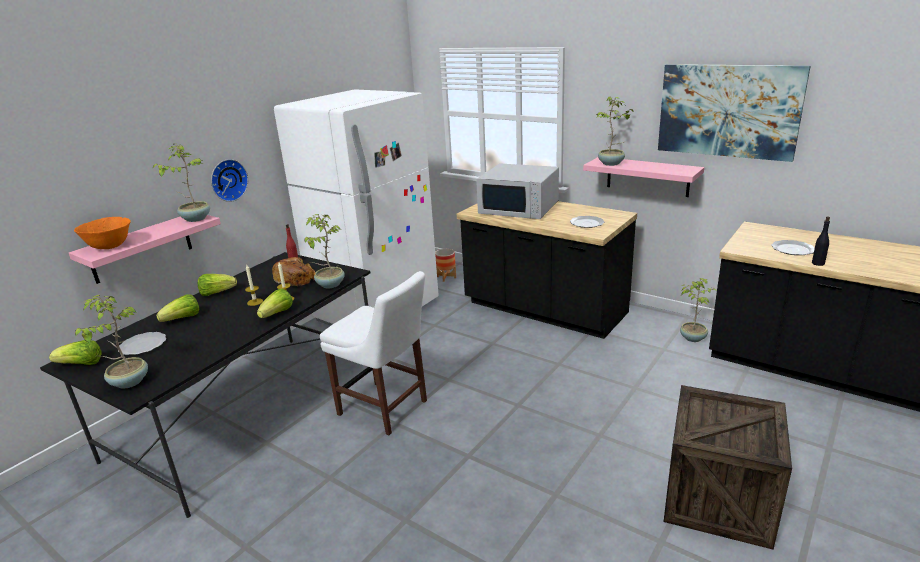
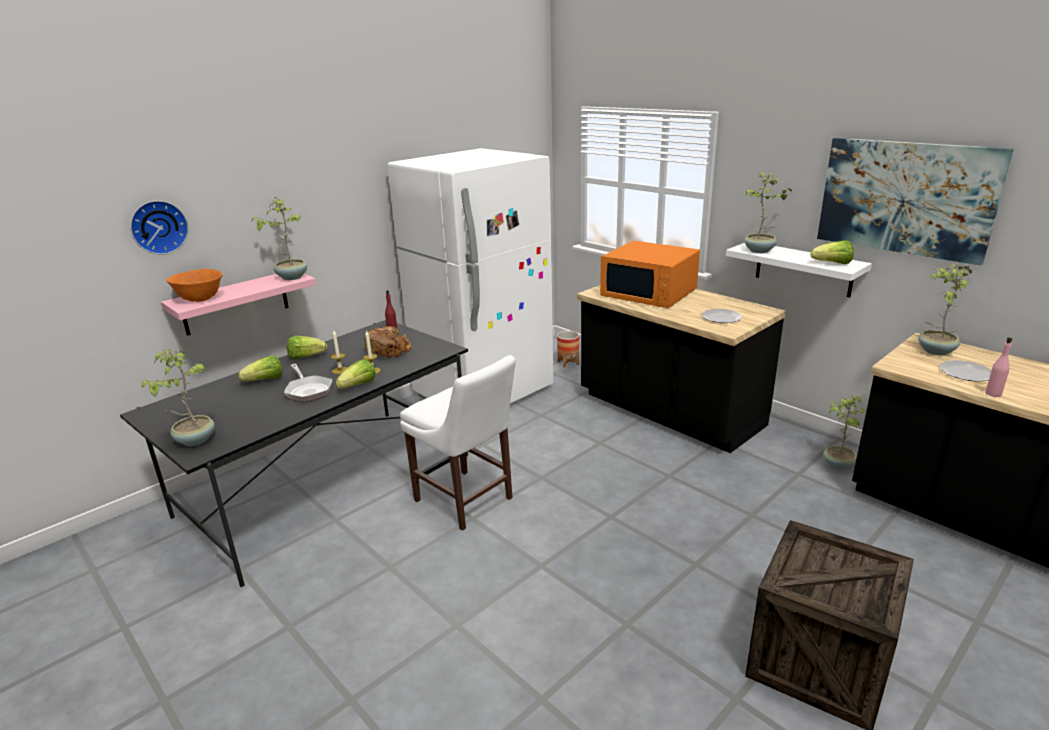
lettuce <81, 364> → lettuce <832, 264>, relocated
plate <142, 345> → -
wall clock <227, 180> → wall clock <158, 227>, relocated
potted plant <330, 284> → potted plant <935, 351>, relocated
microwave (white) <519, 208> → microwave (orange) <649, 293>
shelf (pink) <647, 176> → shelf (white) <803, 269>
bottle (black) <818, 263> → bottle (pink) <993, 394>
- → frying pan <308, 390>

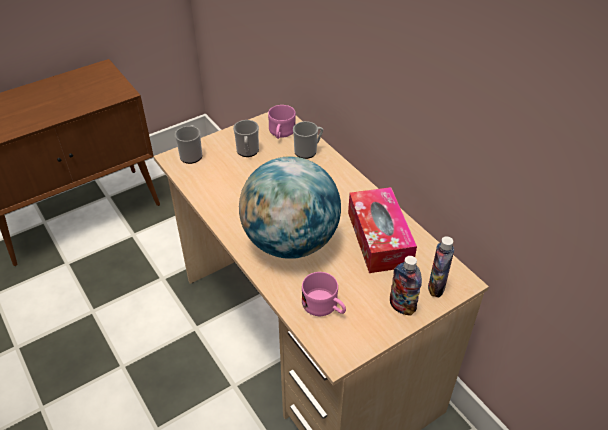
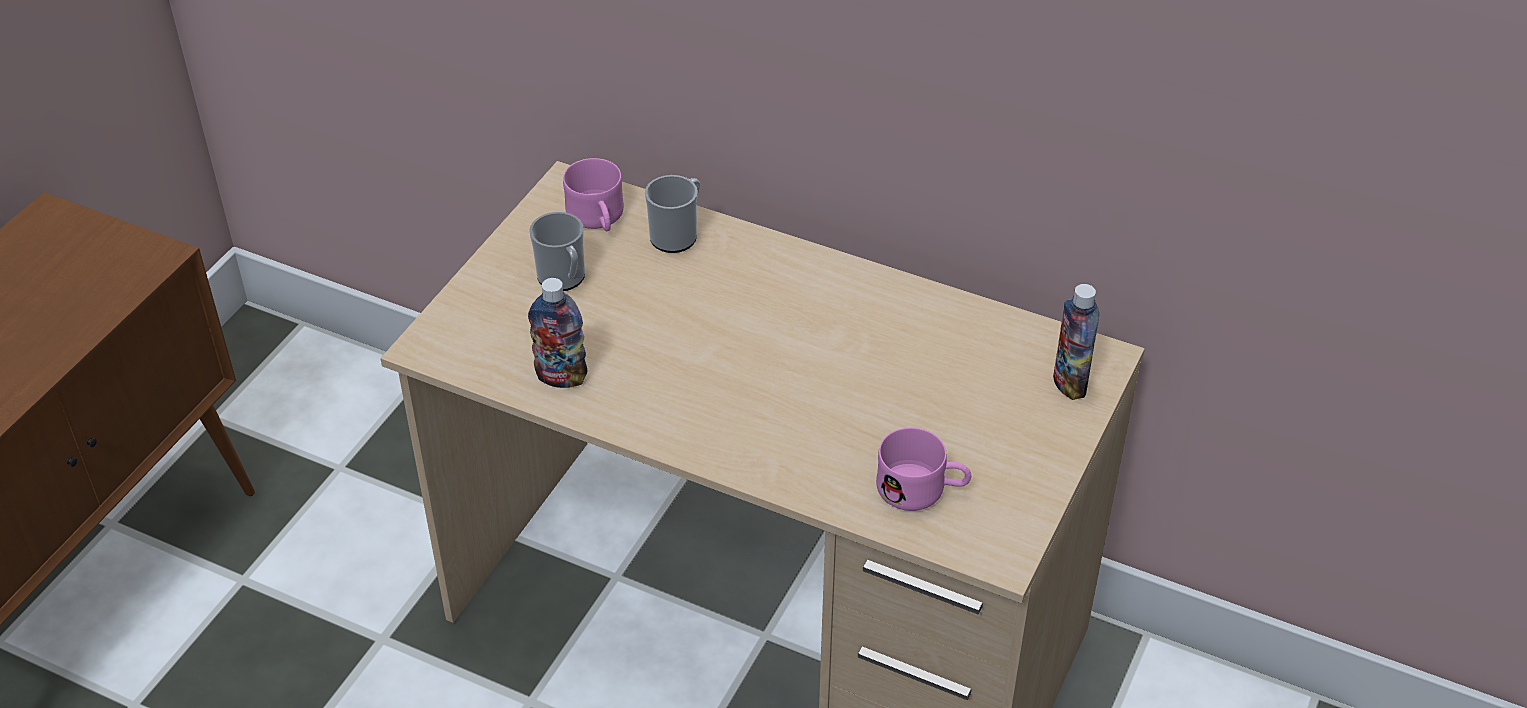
mug <192, 154> → -
globe <290, 242> → -
tissue box <379, 238> → -
bottle <402, 306> → bottle <561, 377>, relocated

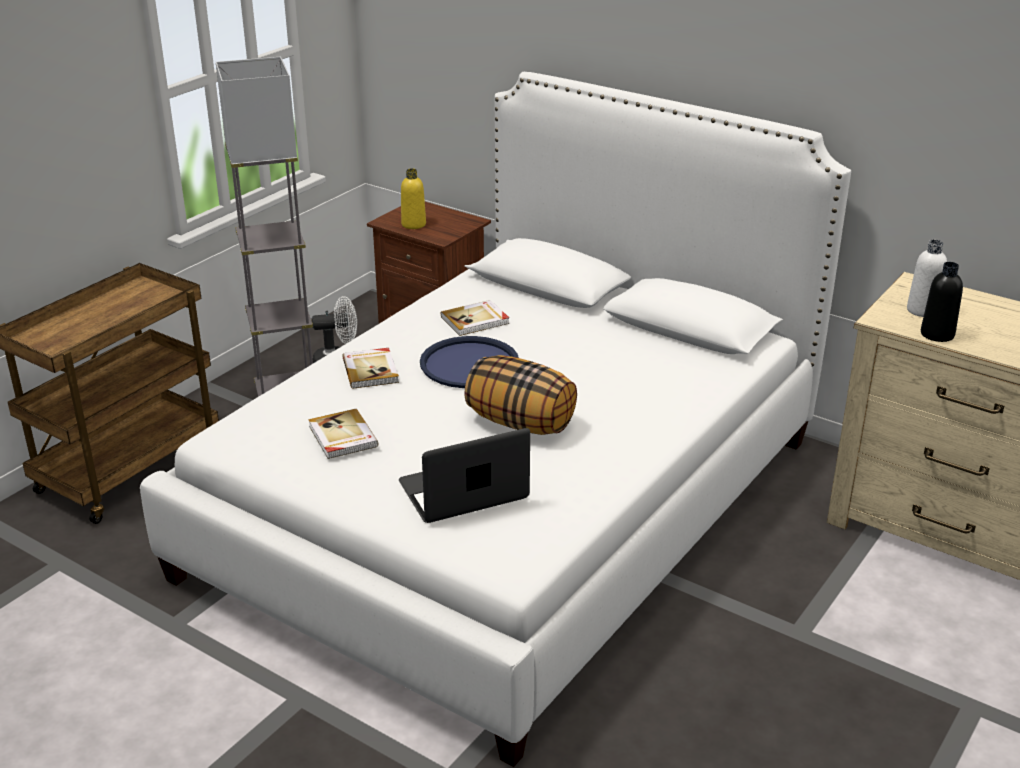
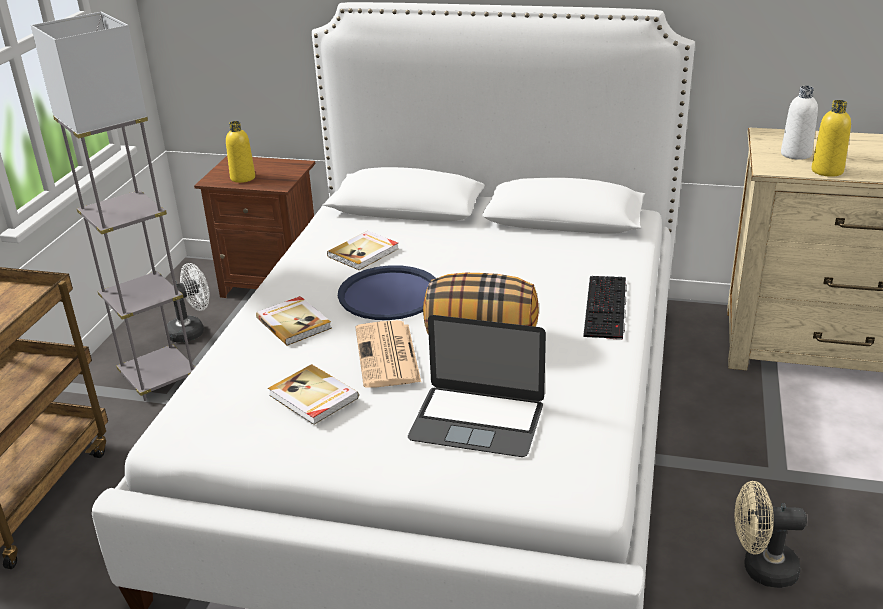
laptop <463, 491> → laptop <477, 421>, 120 degrees counterclockwise
bottle (black) <937, 334> → bottle (yellow) <827, 171>
- → newspaper <388, 356>
- → keyboard <607, 308>
- → fan (beige) <761, 568>

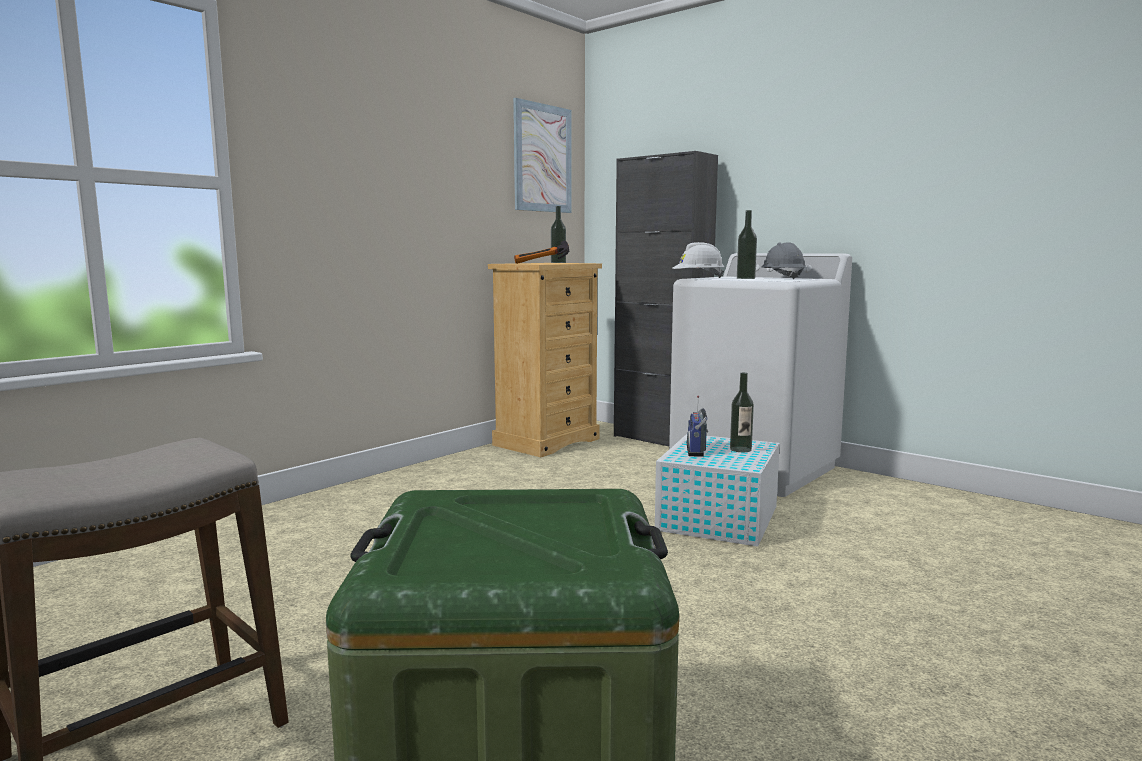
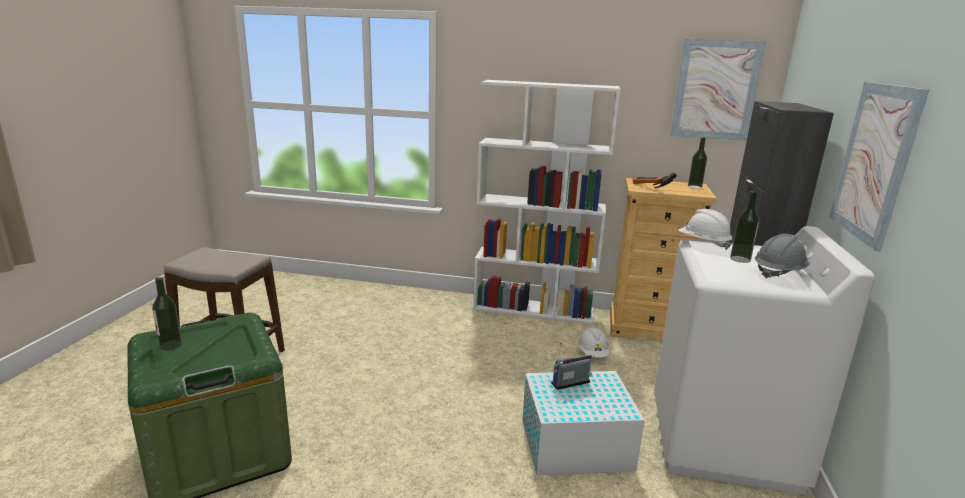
bottle <740, 449> → bottle <170, 345>, relocated
- → bookcase (white) <534, 309>
- → hard hat (white) <592, 353>
- → picture <874, 162>

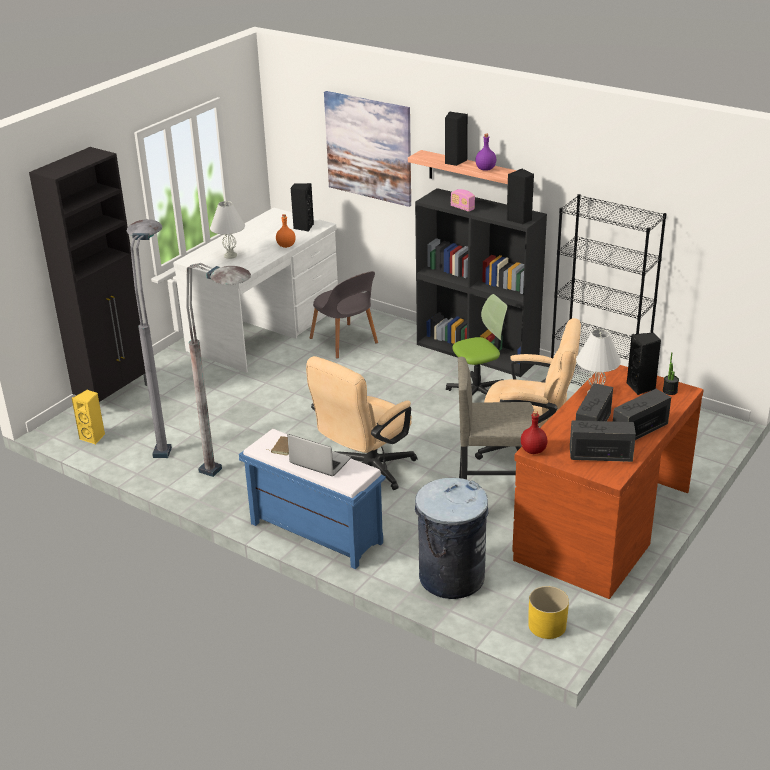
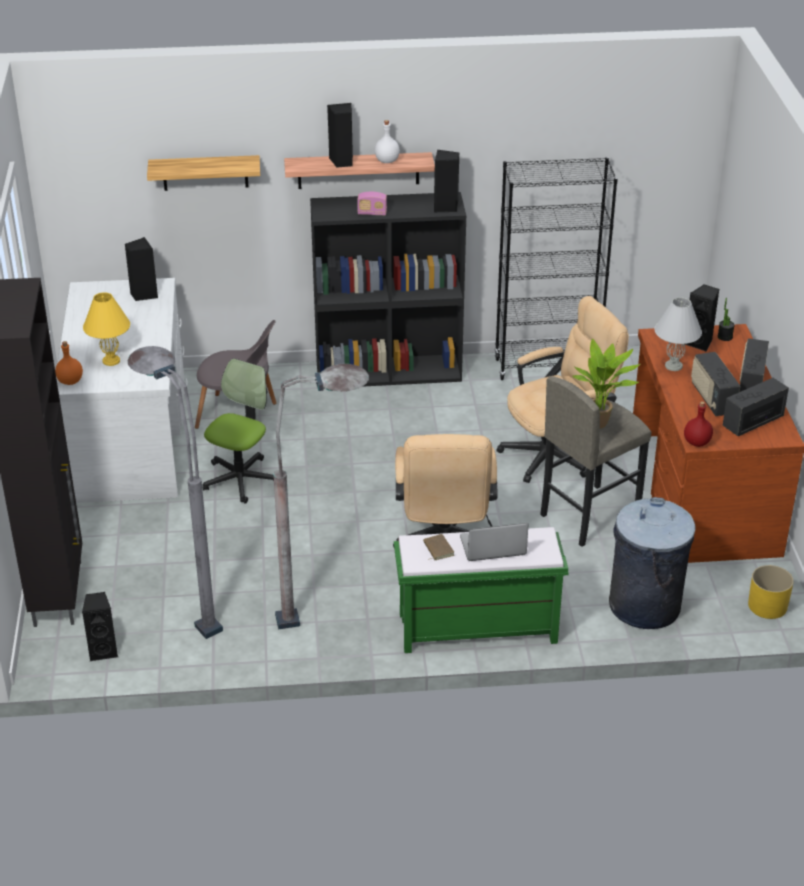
speaker (yellow) <93, 437> → speaker (black) <103, 651>
table lamp (white) <230, 256> → table lamp (yellow) <111, 361>
bench (blue) <314, 533> → bench (green) <476, 629>
bottle (orange) <286, 246> → bottle (orange) <70, 381>, relocated
picture <368, 148> → shelf <205, 173>
office chair <478, 393> → office chair <241, 479>, relocated
bottle (purple) <485, 169> → bottle (white) <386, 161>
- → potted plant <601, 425>

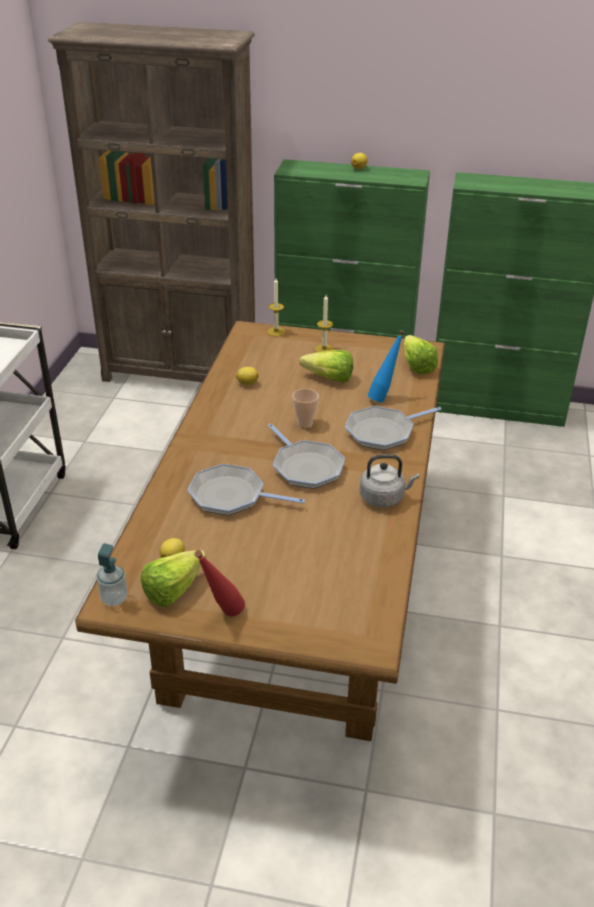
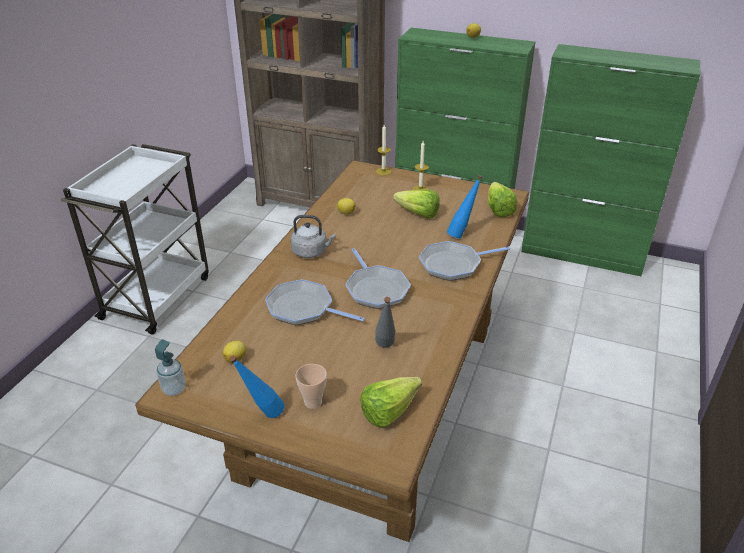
lettuce <179, 588> → lettuce <394, 410>, relocated
bottle (red) <222, 615> → bottle (blue) <262, 415>
cup <305, 423> → cup <313, 402>, relocated
kettle (grey) <384, 498> → kettle (grey) <311, 252>, relocated
- → bottle (grey) <385, 349>

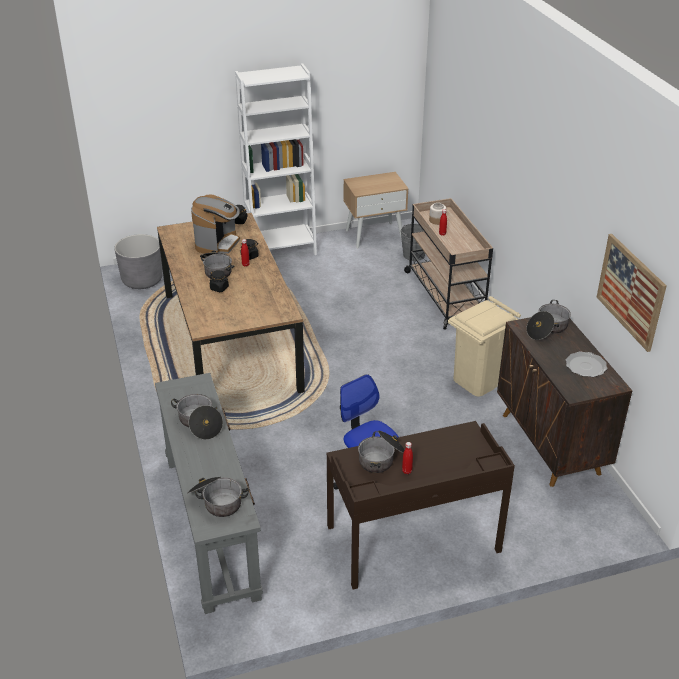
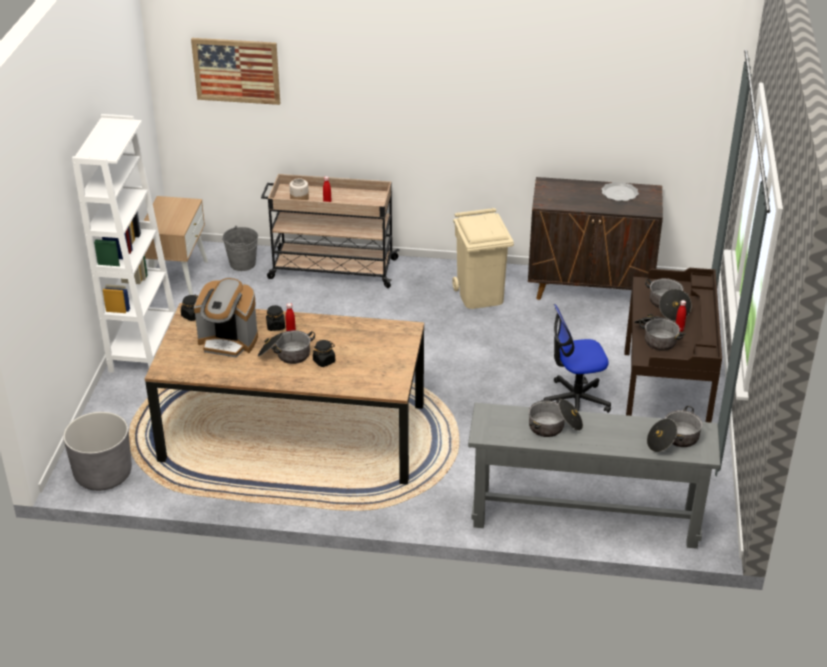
coffee machine <218, 243> → coffee machine <228, 341>, 150 degrees clockwise
cooking pot <547, 329> → cooking pot <667, 306>, relocated
picture <630, 291> → picture <236, 70>, relocated

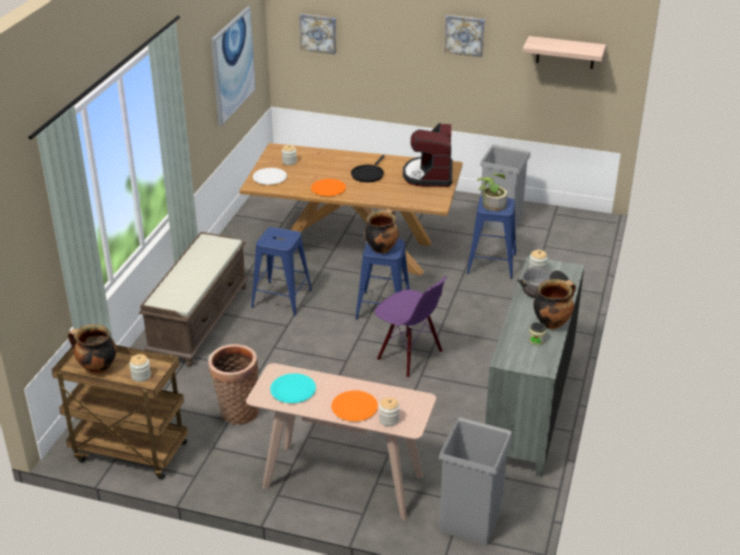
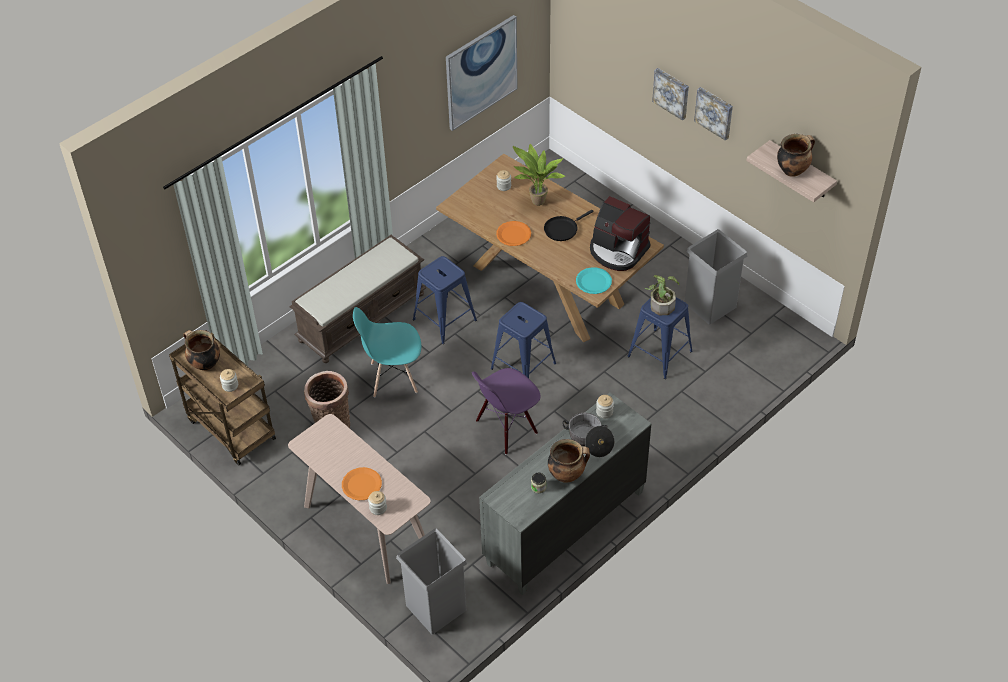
plate (white) <269, 177> → -
plate (turquoise) <293, 390> → plate (turquoise) <593, 281>, relocated
picture <318, 33> → picture <671, 93>, relocated
cooking pot <381, 248> → cooking pot <792, 170>, relocated
chair (purple) <409, 356> → chair (purple) <506, 428>, 75 degrees clockwise
coffee machine <429, 175> → coffee machine <618, 251>, 90 degrees counterclockwise
- → chair (turquoise) <393, 378>
- → potted plant <537, 203>

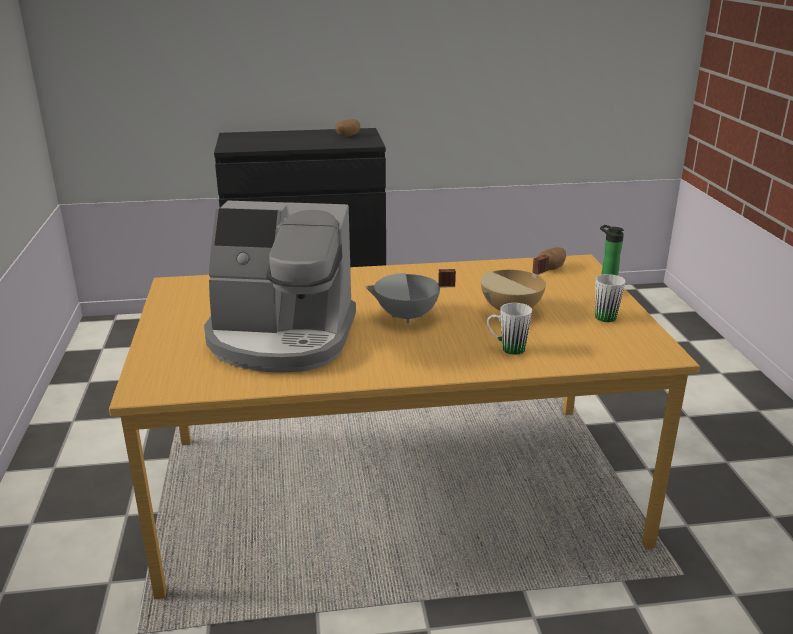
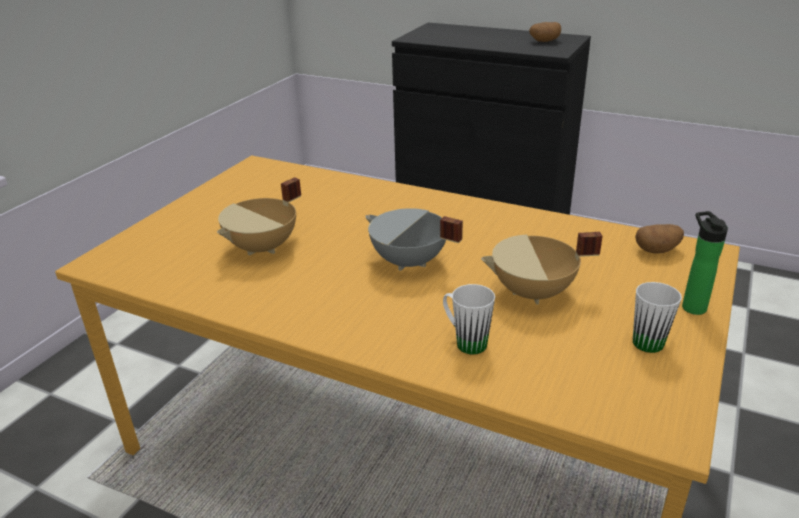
coffee machine <281, 338> → cooking pot (beige) <264, 248>

